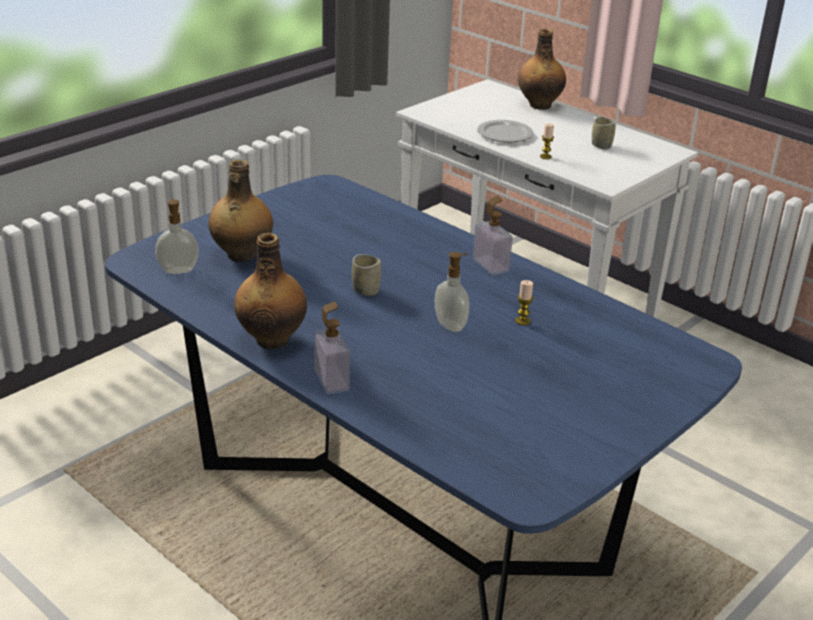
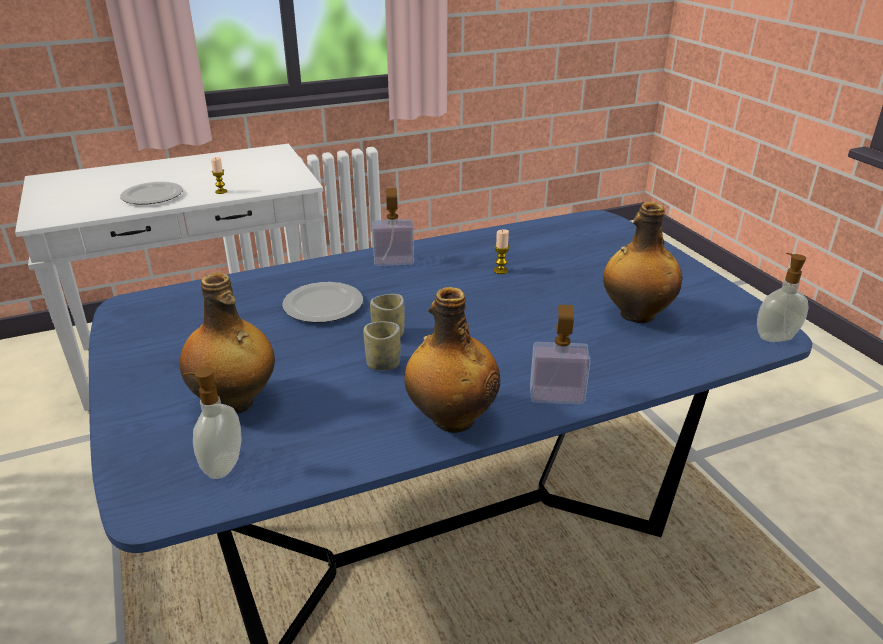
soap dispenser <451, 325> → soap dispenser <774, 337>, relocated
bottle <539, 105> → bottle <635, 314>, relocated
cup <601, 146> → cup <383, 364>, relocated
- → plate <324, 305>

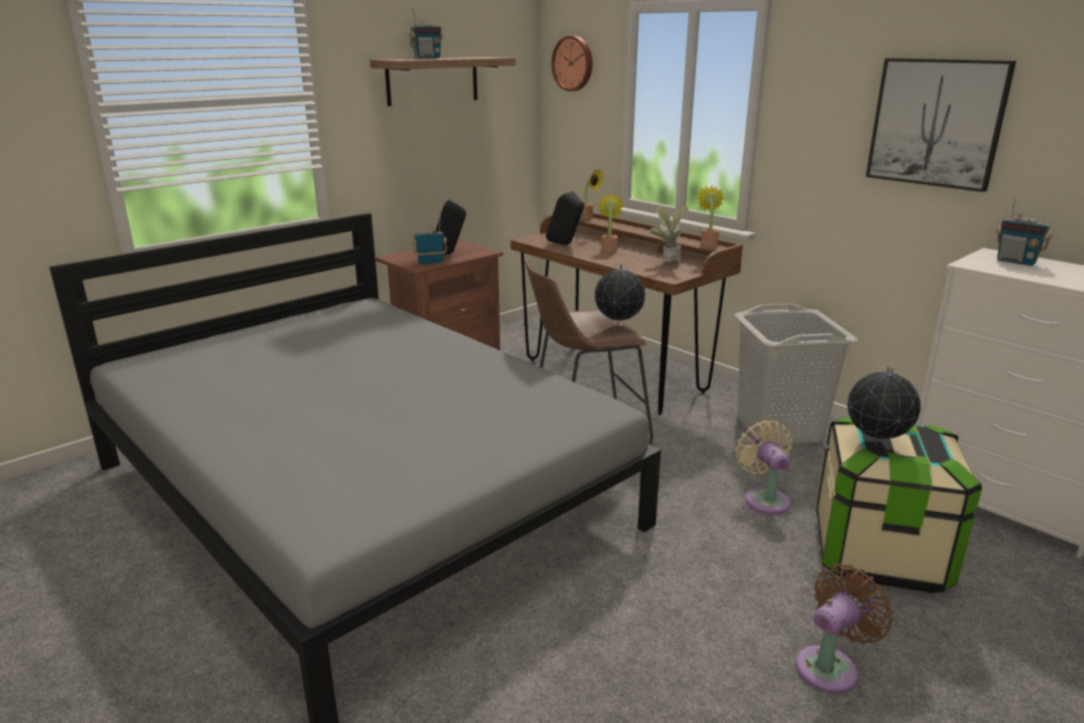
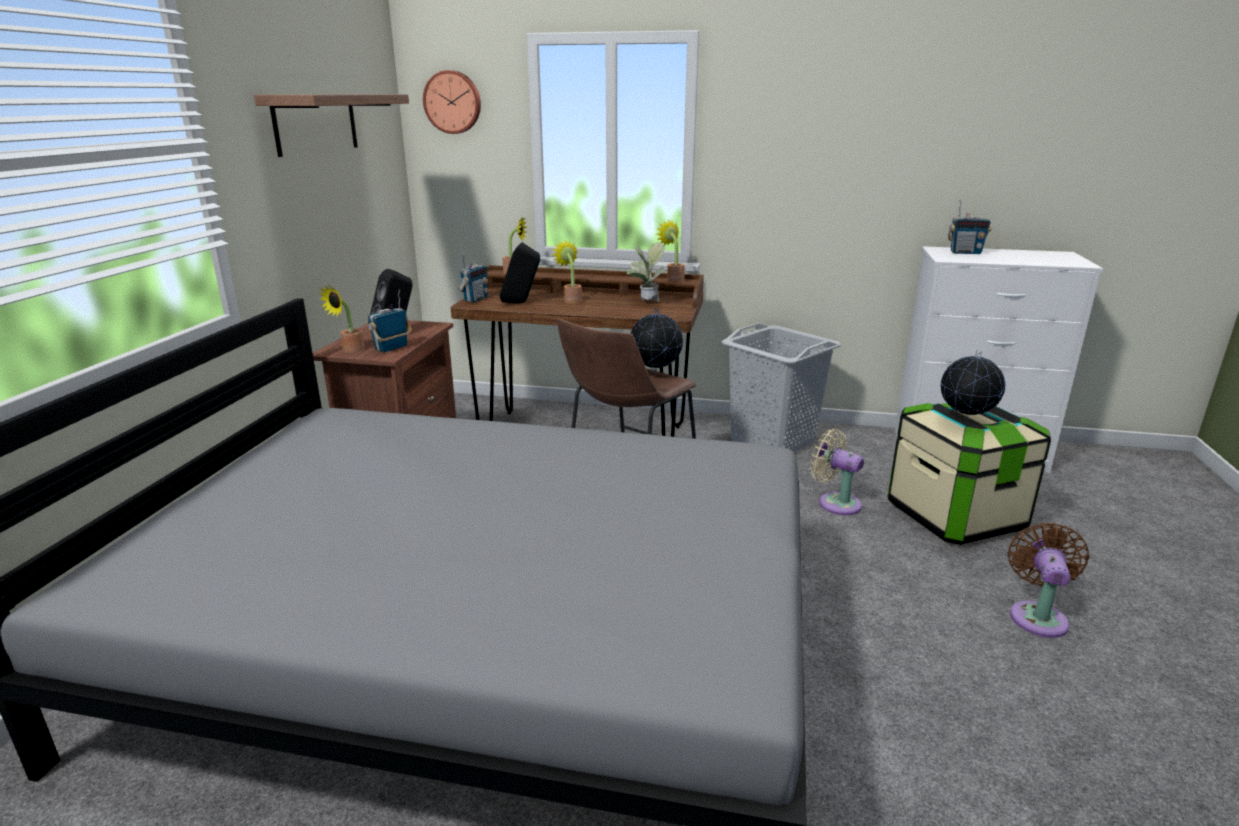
radio <427, 58> → radio <475, 299>, relocated
picture <936, 123> → -
- → potted plant <350, 350>

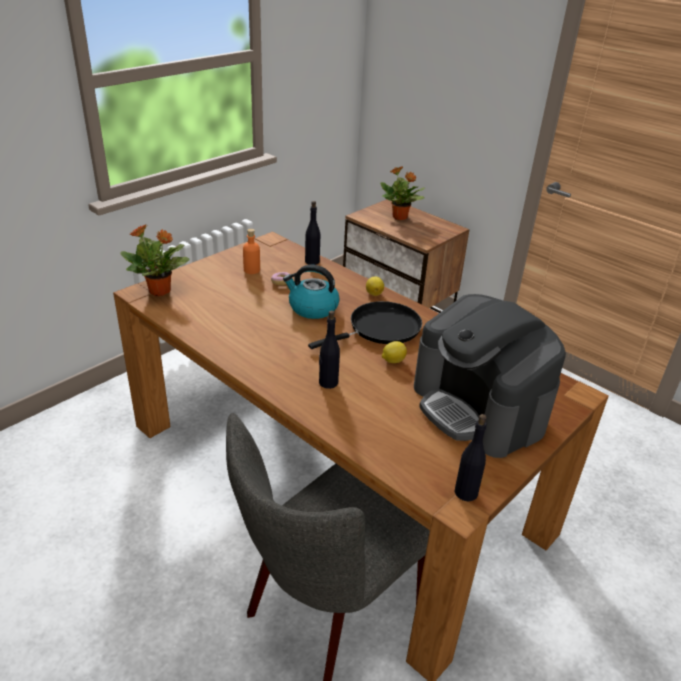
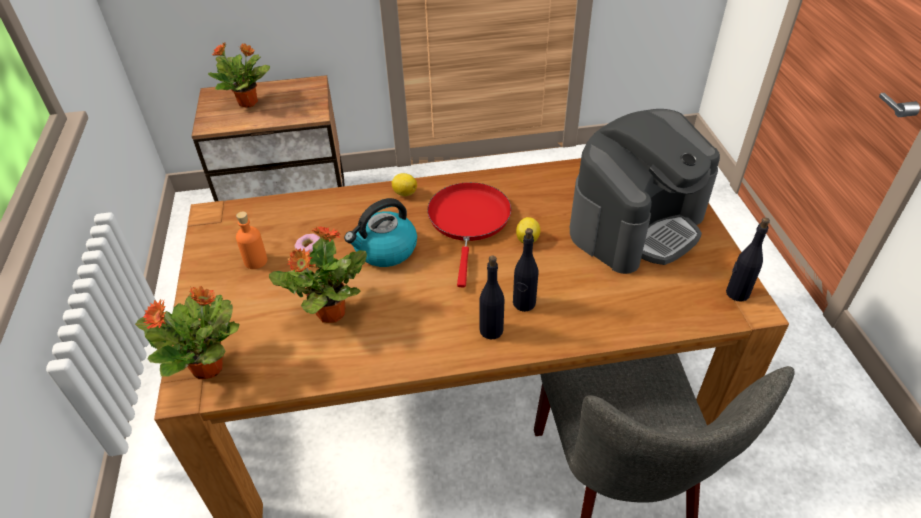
bottle (black) <312, 261> → bottle (black) <491, 330>, relocated
frying pan (black) <380, 329> → frying pan (red) <469, 221>
coffee machine <479, 408> → coffee machine <636, 224>, 45 degrees counterclockwise
- → potted plant <329, 313>

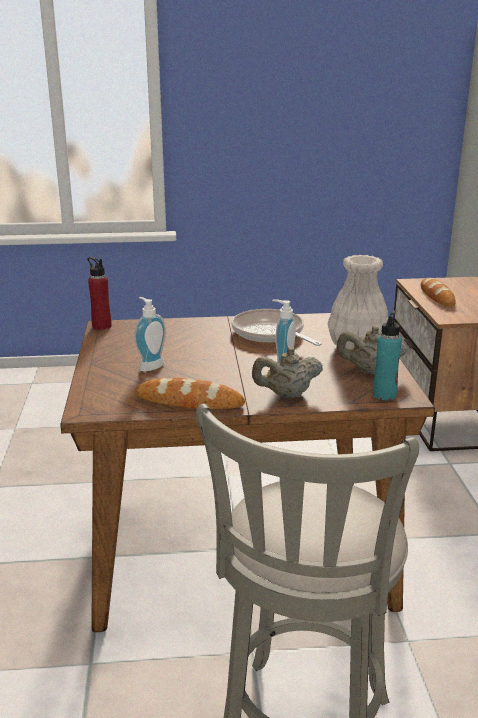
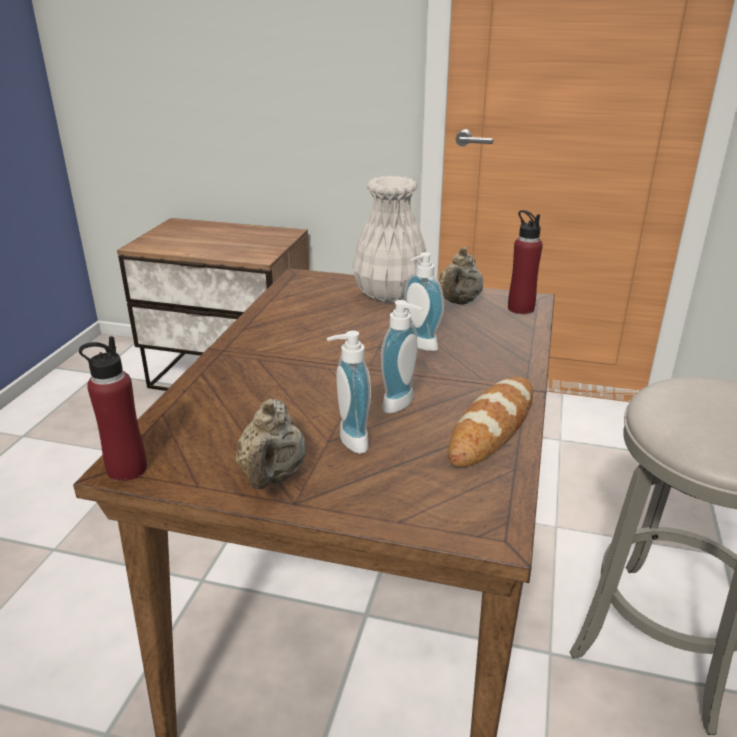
frying pan <270, 333> → -
teapot (beige) <287, 395> → teapot (beige) <272, 476>, relocated
bottle (turquoise) <384, 395> → bottle (red) <520, 308>
bread <437, 296> → -
- → soap dispenser <402, 405>

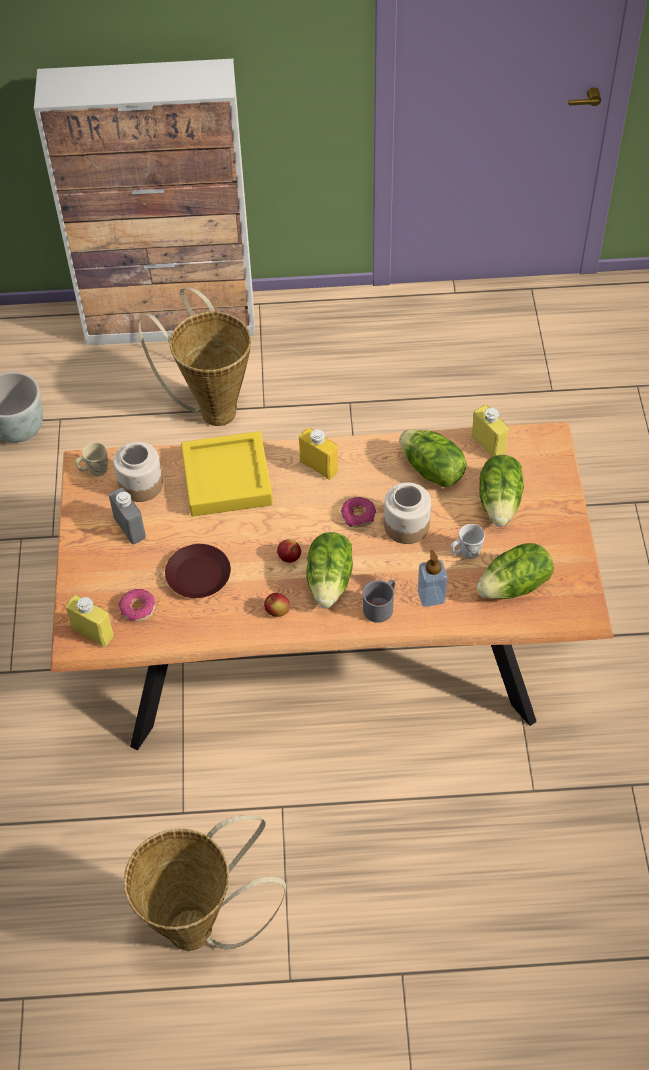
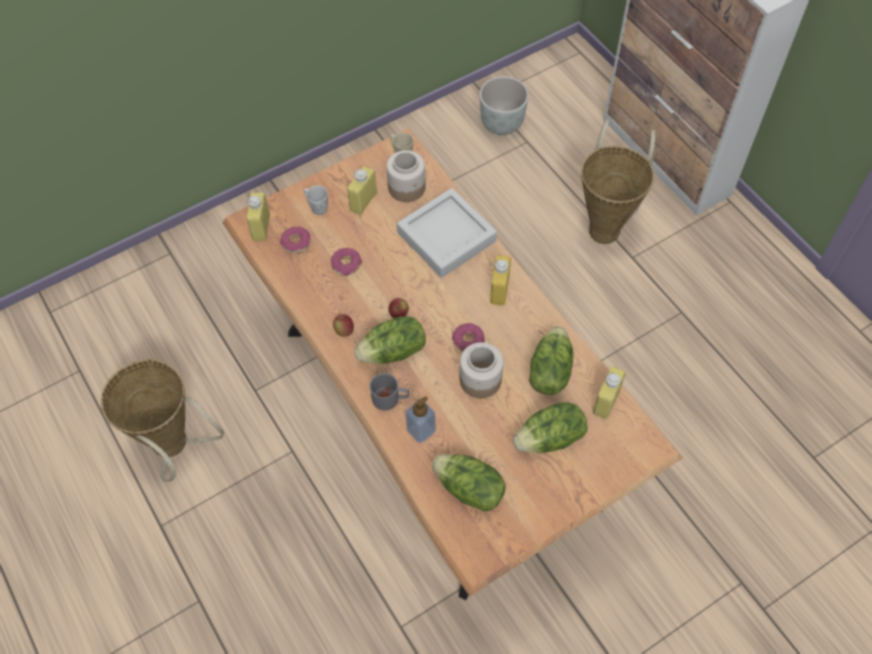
bottle (grey) <130, 528> → bottle (yellow) <363, 201>
plate (brown) <198, 576> → donut <346, 264>
tray (yellow) <227, 479> → tray (grey) <446, 237>
mug (white) <465, 553> → mug (white) <316, 207>, relocated

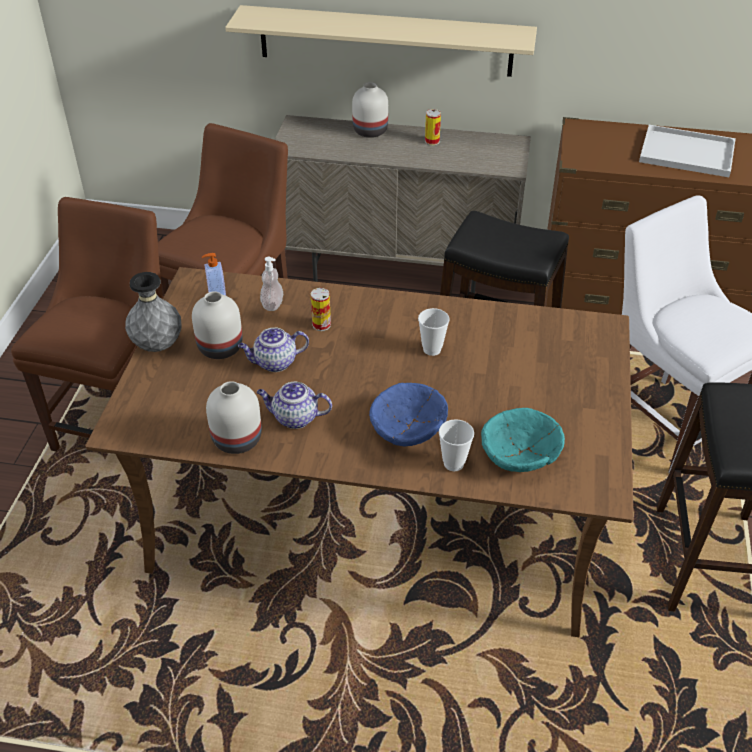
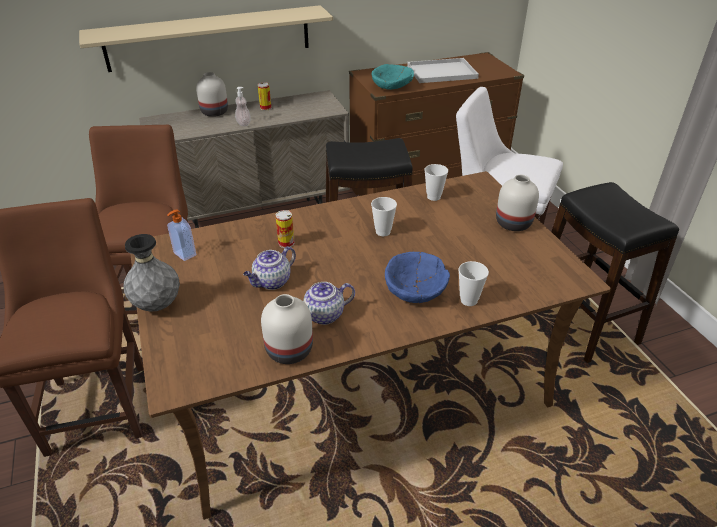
vase (white) <221, 347> → vase (white) <513, 223>, relocated
soap dispenser <272, 305> → soap dispenser <243, 123>, relocated
bowl (turquoise) <519, 455> → bowl (turquoise) <392, 86>, relocated
- → cup <433, 197>

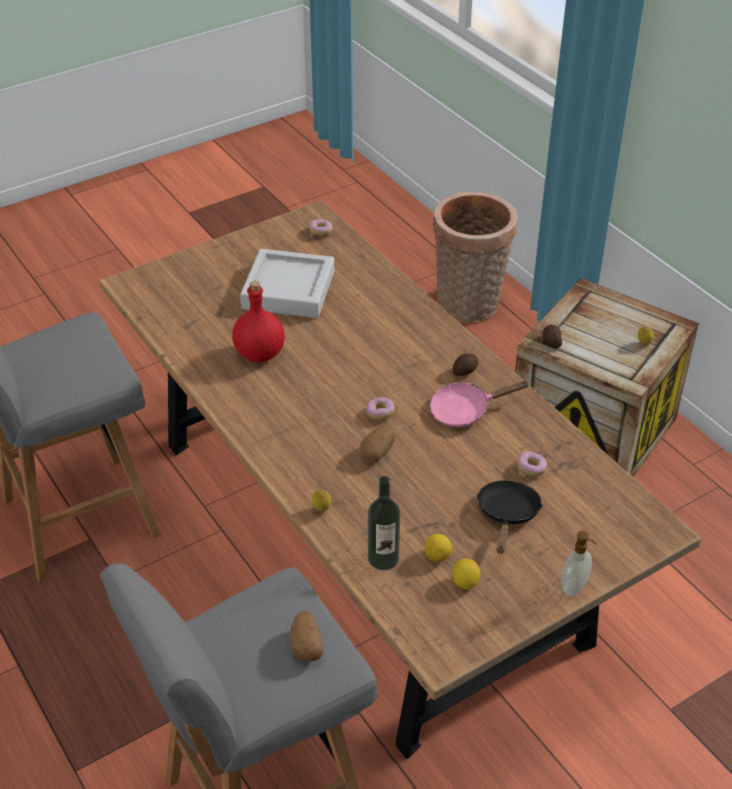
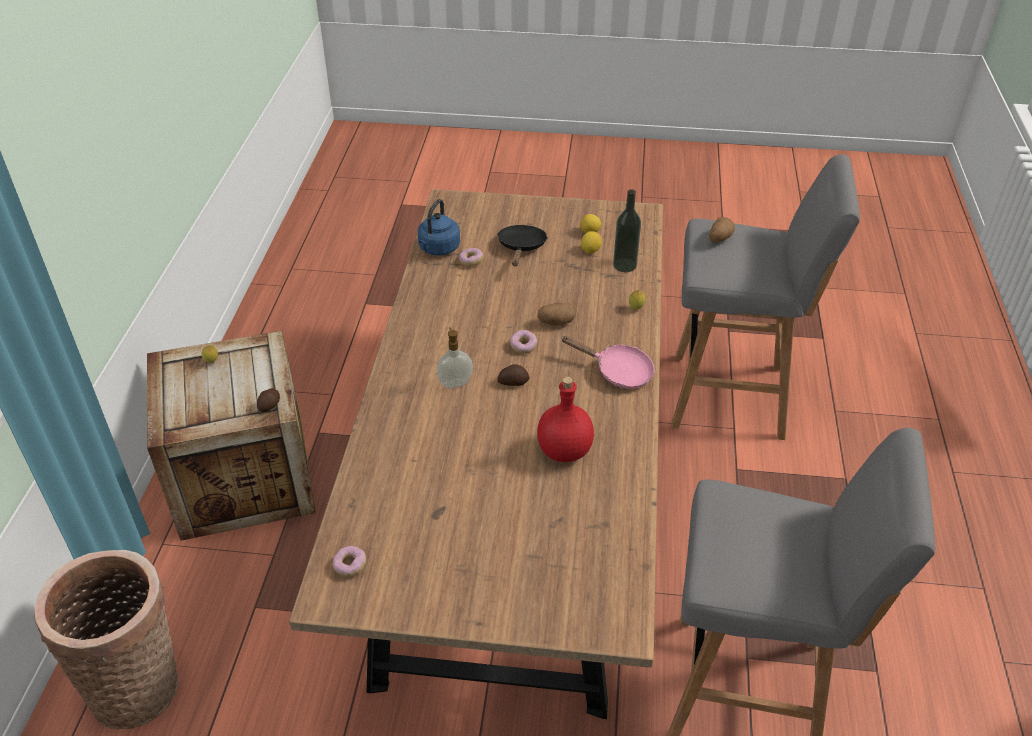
tray (grey) <288, 290> → -
frying pan (pink) <465, 410> → frying pan (pink) <618, 372>, relocated
potato <465, 371> → potato <513, 382>, relocated
frying pan (black) <507, 515> → frying pan (black) <521, 248>, 135 degrees clockwise
soap dispenser <574, 587> → soap dispenser <455, 382>, relocated
- → kettle (blue) <438, 249>

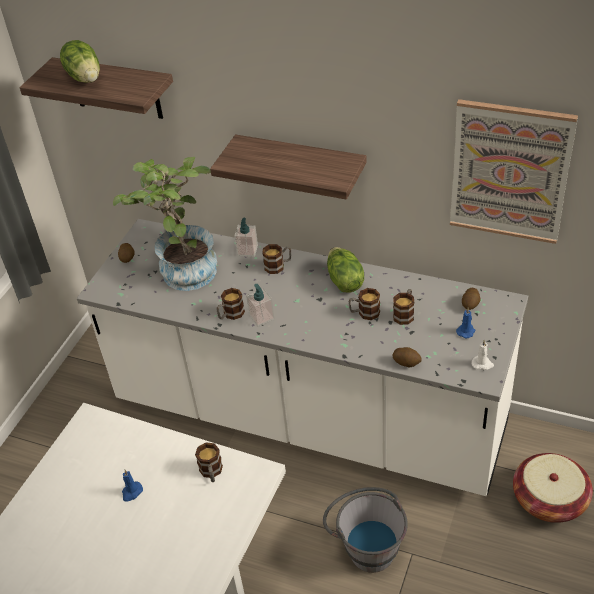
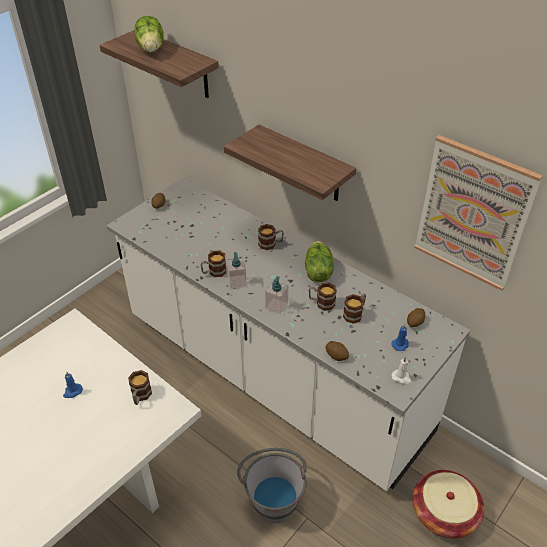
potted plant <183, 268> → -
soap dispenser <247, 250> → soap dispenser <276, 306>, relocated

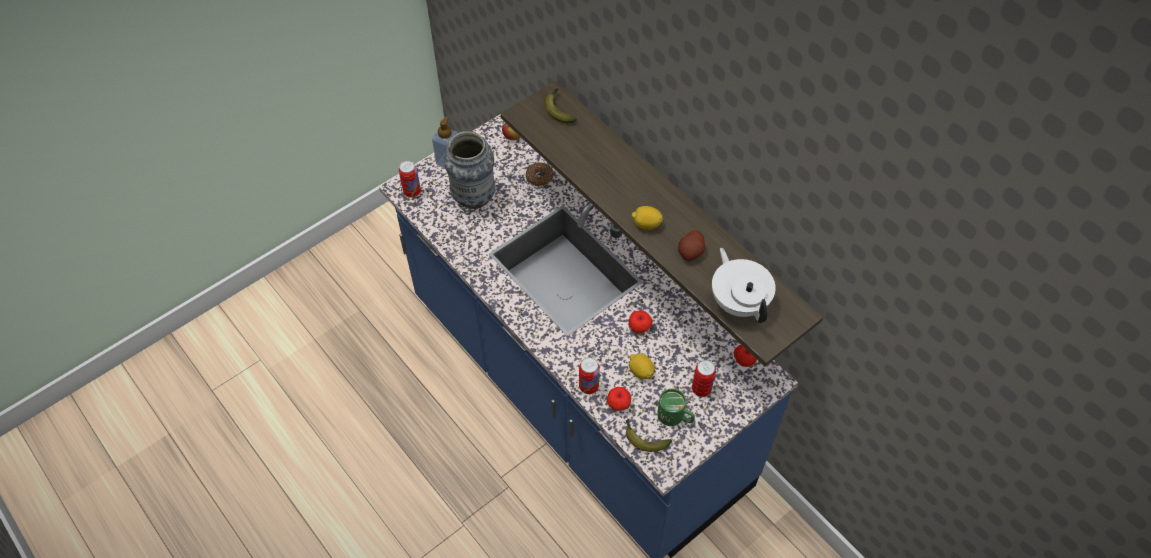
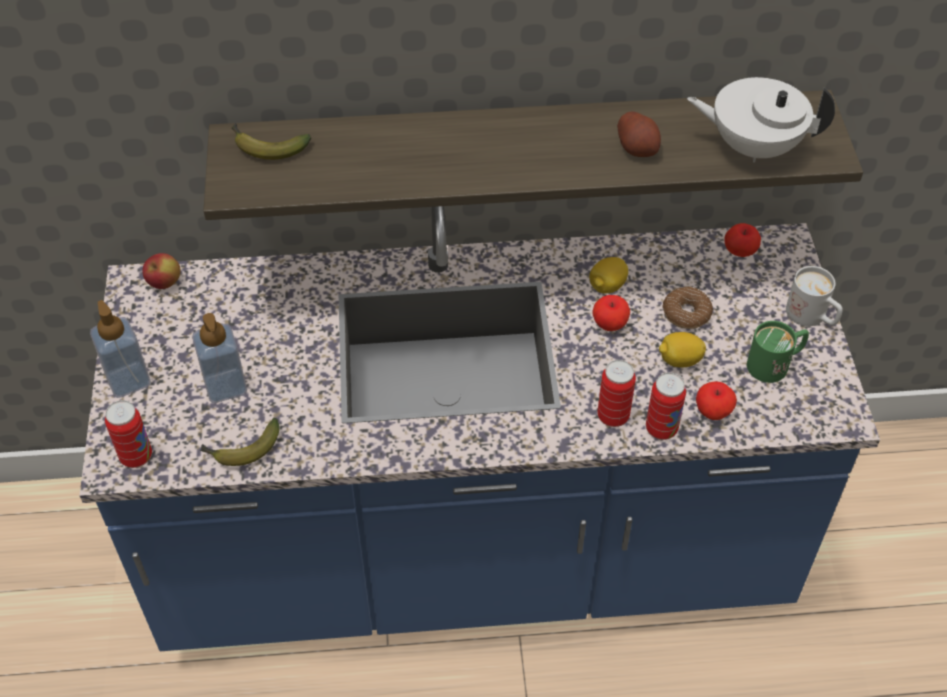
vase <473, 198> → soap dispenser <225, 386>
donut <539, 177> → donut <686, 313>, relocated
banana <643, 438> → banana <242, 450>, relocated
lemon <646, 224> → lemon <607, 286>, relocated
can <701, 389> → can <613, 416>, relocated
- → mug (white) <812, 317>

